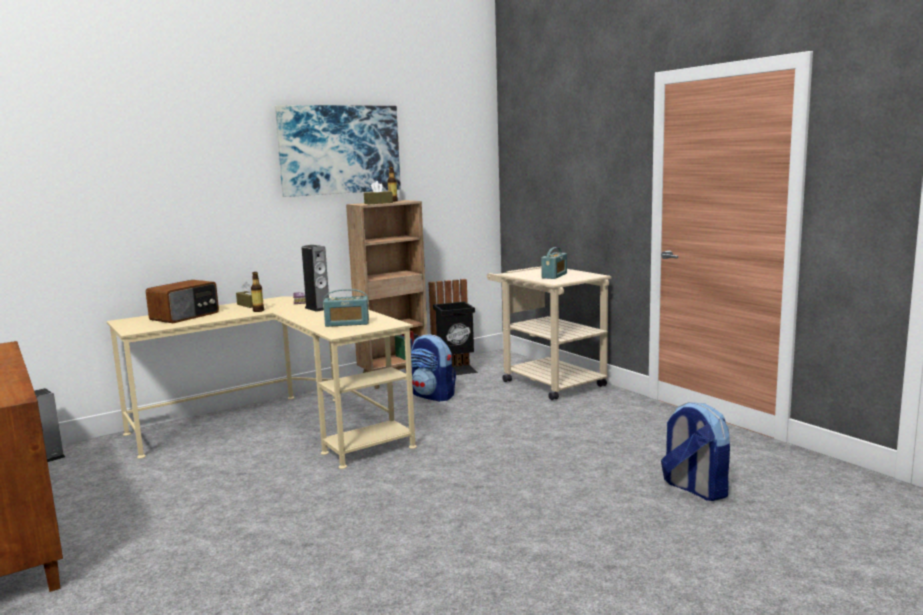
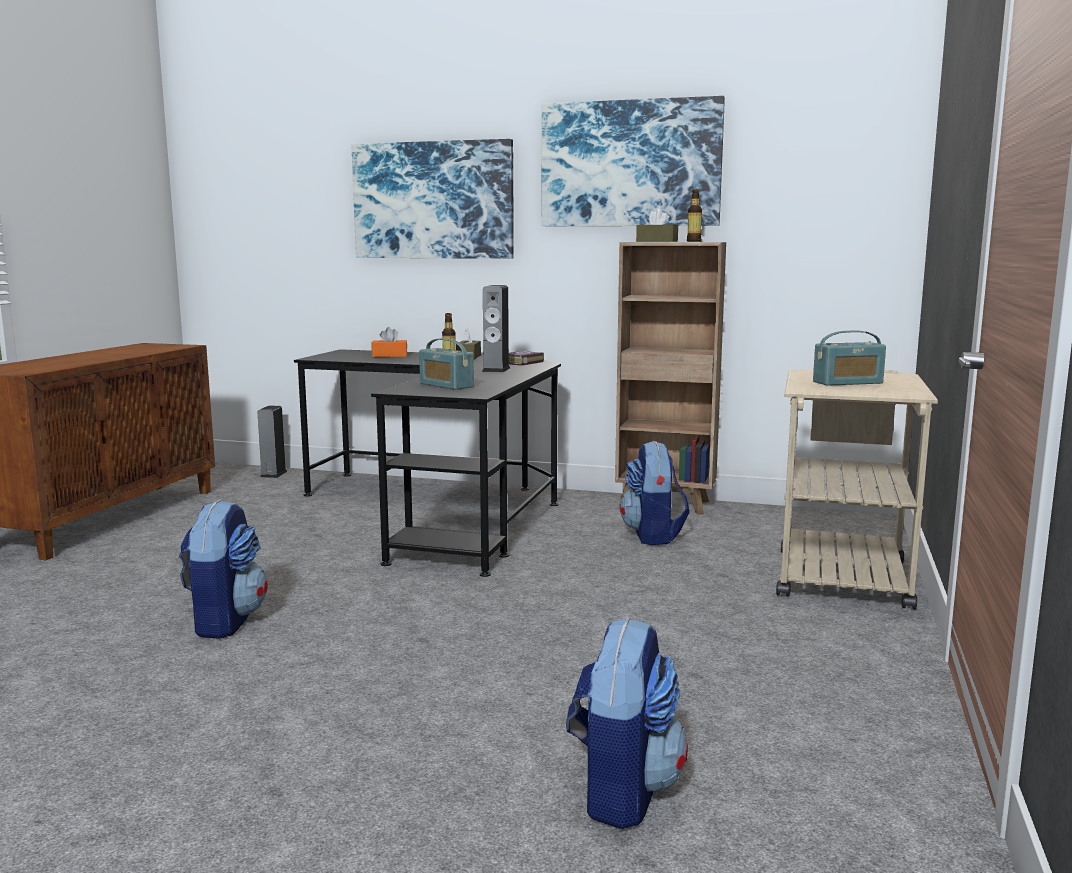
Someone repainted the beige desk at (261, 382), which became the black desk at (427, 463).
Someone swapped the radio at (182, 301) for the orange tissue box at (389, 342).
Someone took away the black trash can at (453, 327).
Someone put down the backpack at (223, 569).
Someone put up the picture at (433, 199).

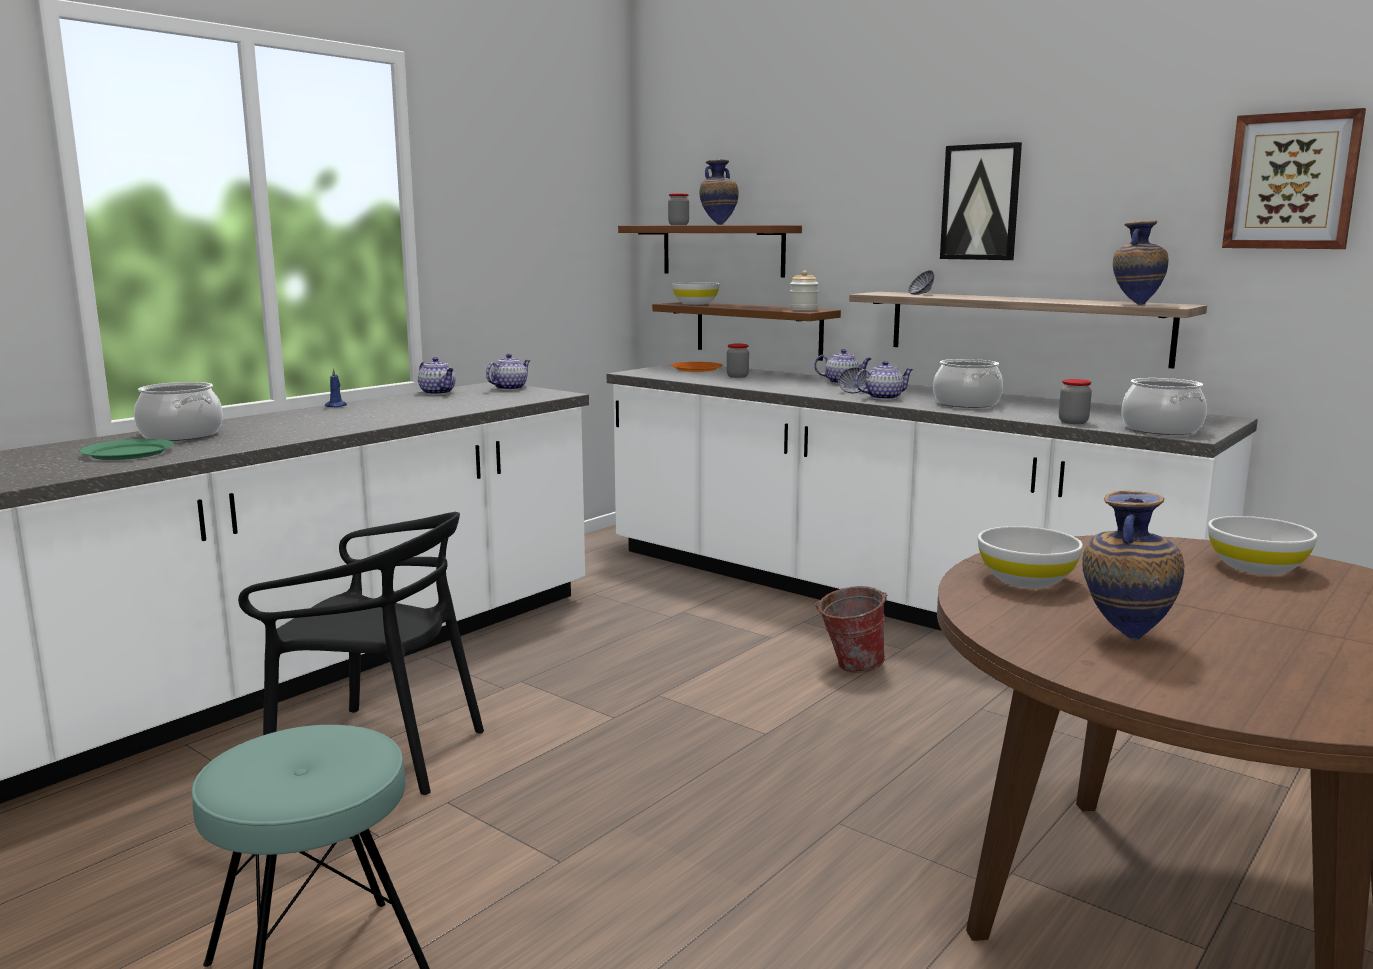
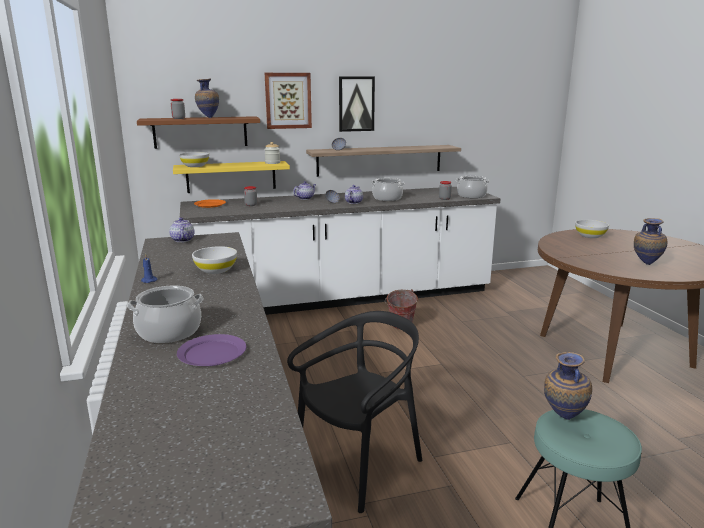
Someone repainted the green plate at (126, 449), which became the purple plate at (211, 350).
Someone took away the teapot at (436, 376).
Someone repainted the brown shelf at (746, 331), which became the yellow shelf at (231, 177).
Someone carried the white bowl from (1030, 557) to (214, 260).
Someone carried the vase from (1140, 262) to (568, 386).
Someone carried the picture from (1294, 178) to (288, 101).

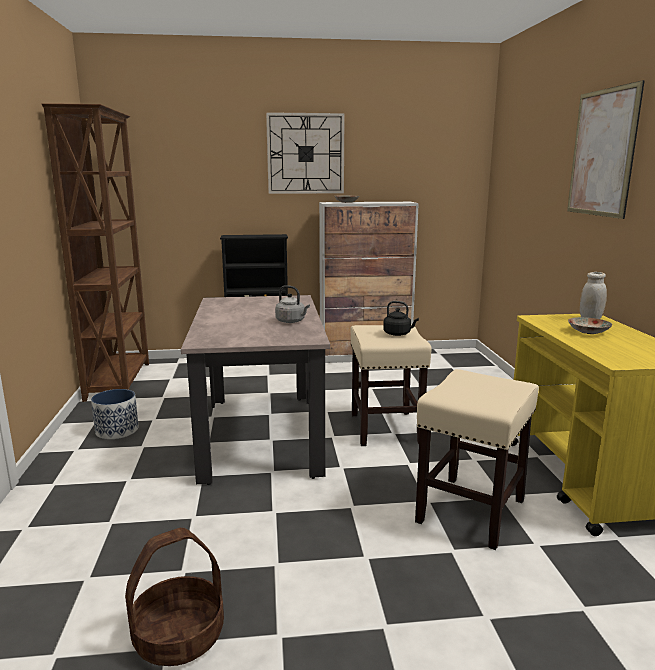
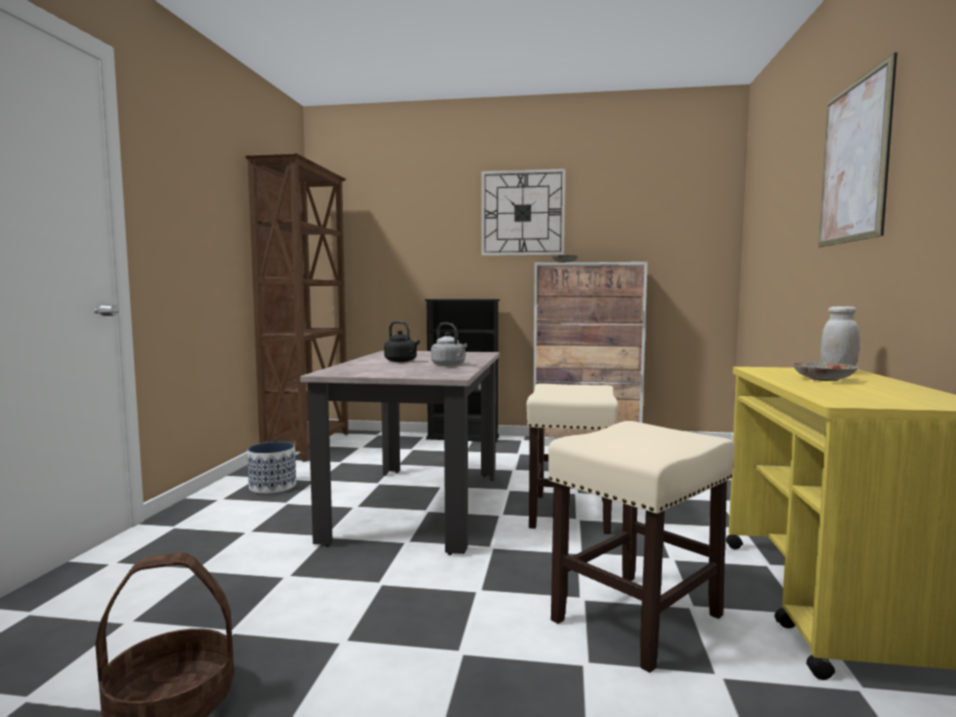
Someone carried the black kettle from (401, 318) to (402, 341).

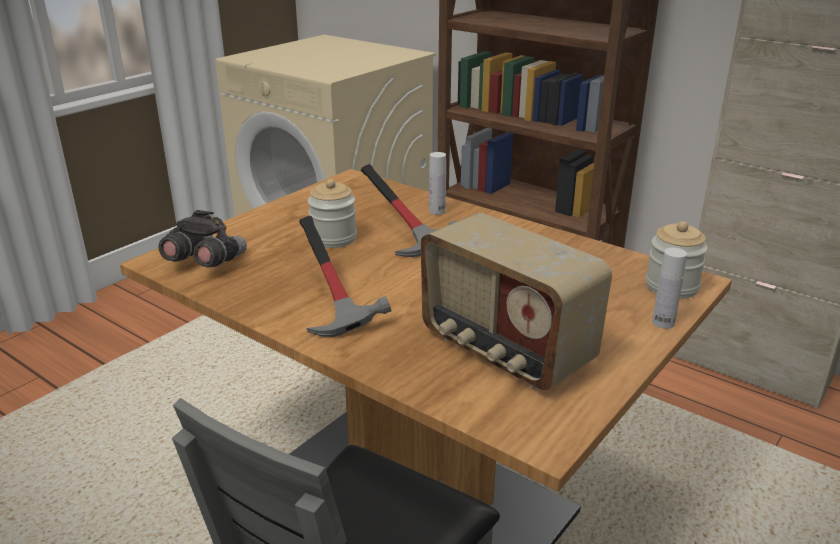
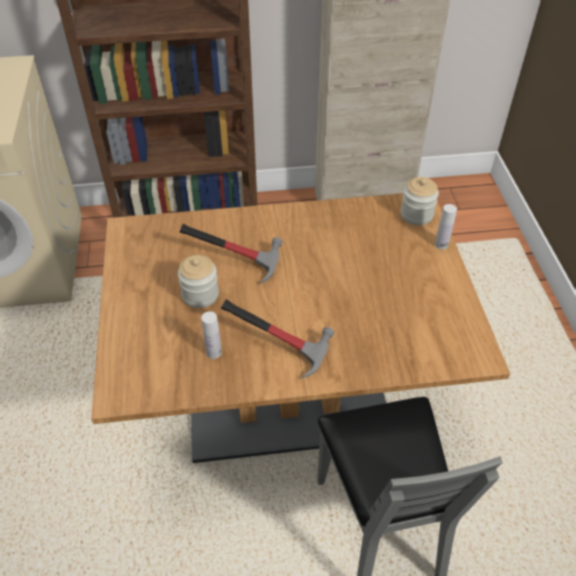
Someone took away the grey binoculars at (202, 239).
Someone took away the radio at (516, 302).
Someone carried the white bottle from (437, 183) to (211, 335).

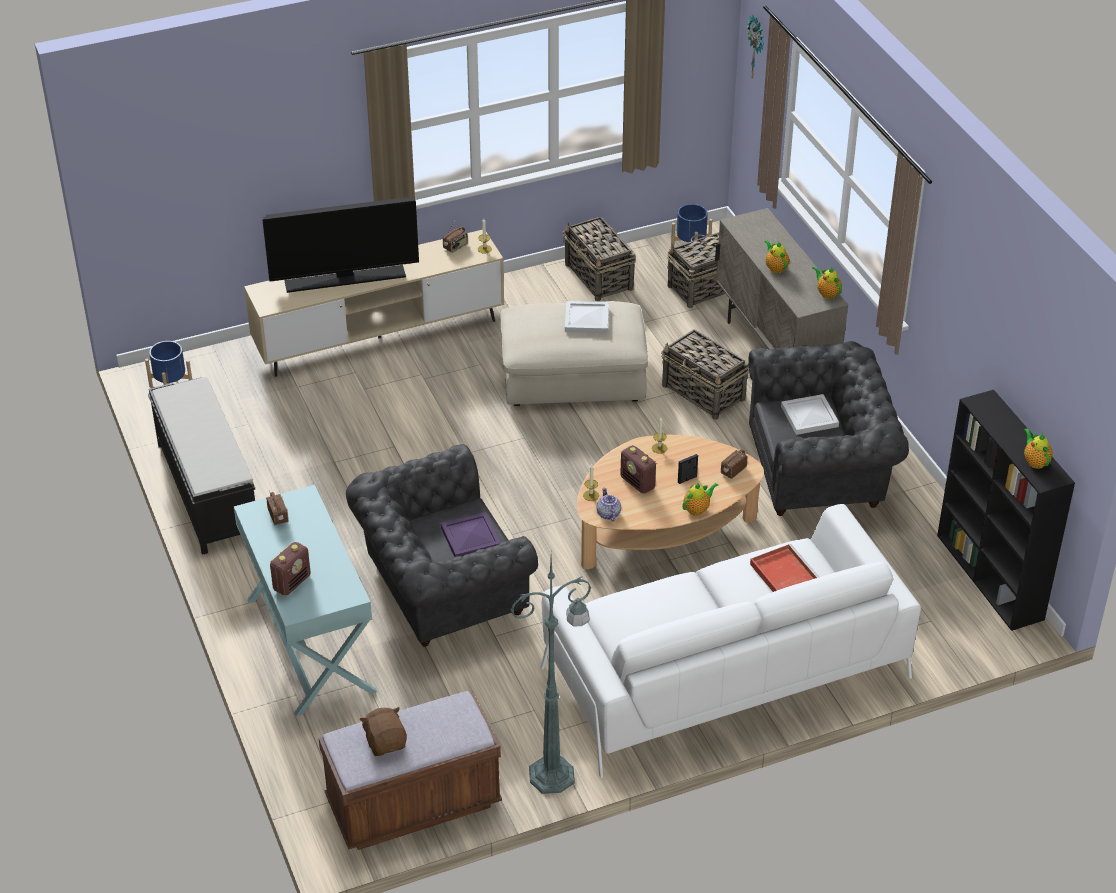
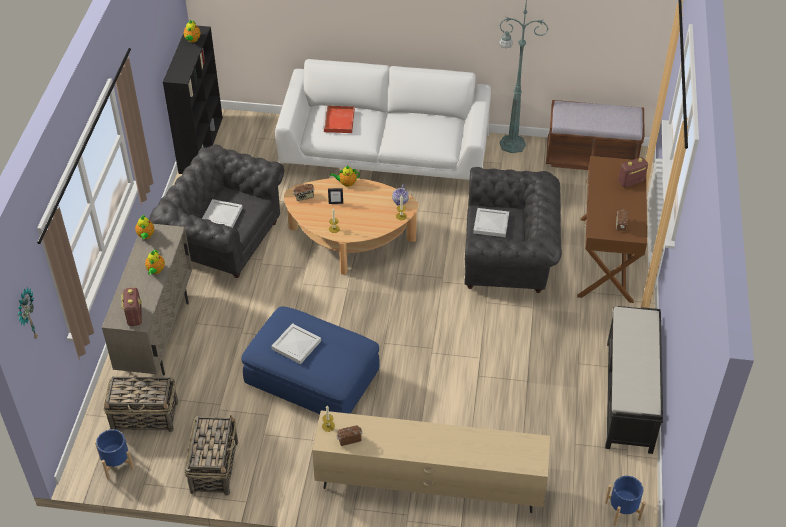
Someone repainted the turquoise console table at (305, 600), which became the brown console table at (612, 229).
Someone took away the television at (341, 245).
Someone took away the brown plush toy at (383, 731).
Someone repainted the purple tray at (471, 534), which became the white tray at (491, 222).
Someone repainted the beige ottoman at (574, 353), which became the blue ottoman at (310, 360).
Someone carried the radio from (638, 469) to (132, 306).
Someone took away the basket at (705, 374).

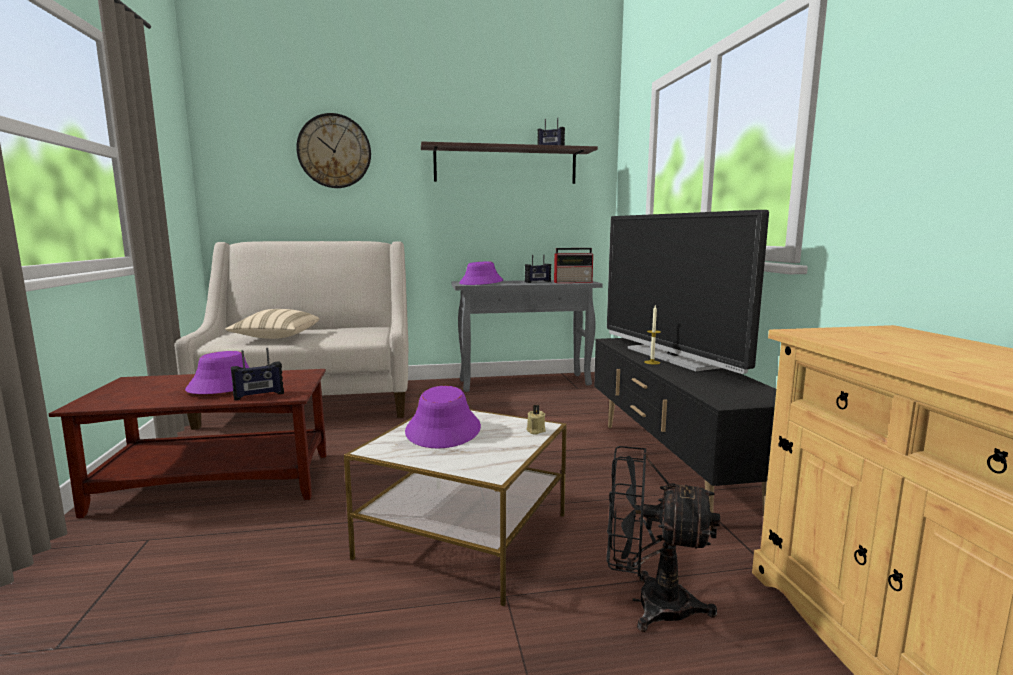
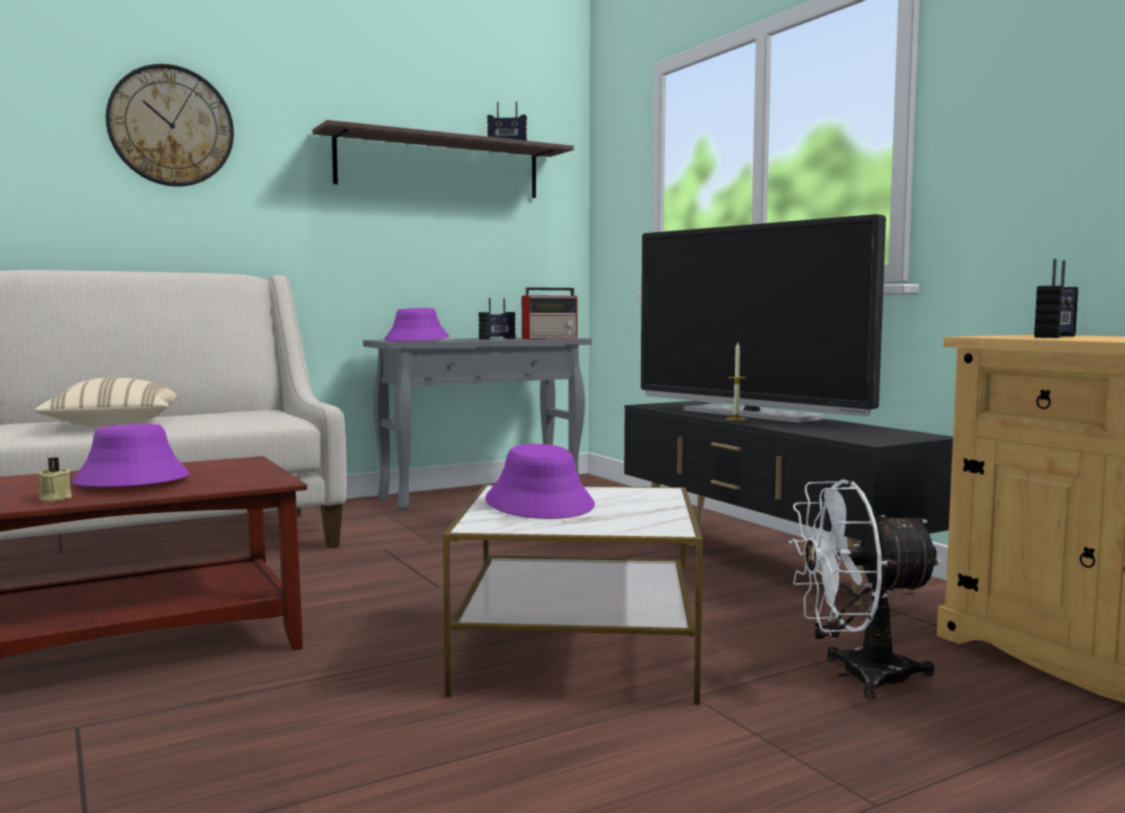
Someone carried the radio from (257, 374) to (1056, 298).
Someone carried the beige candle from (536, 420) to (55, 479).
Someone repainted the black fan at (663, 539), which became the white fan at (866, 589).

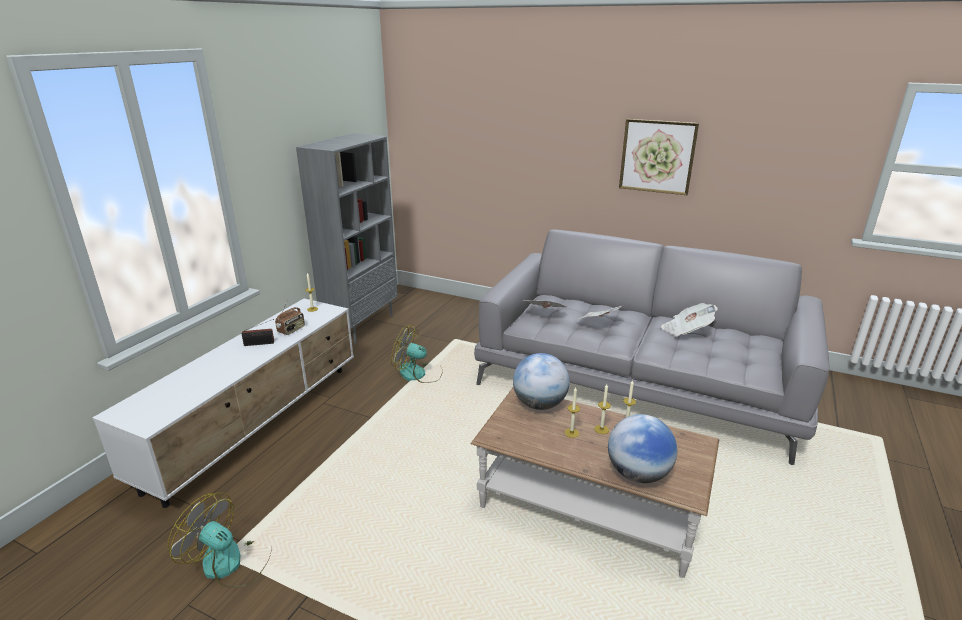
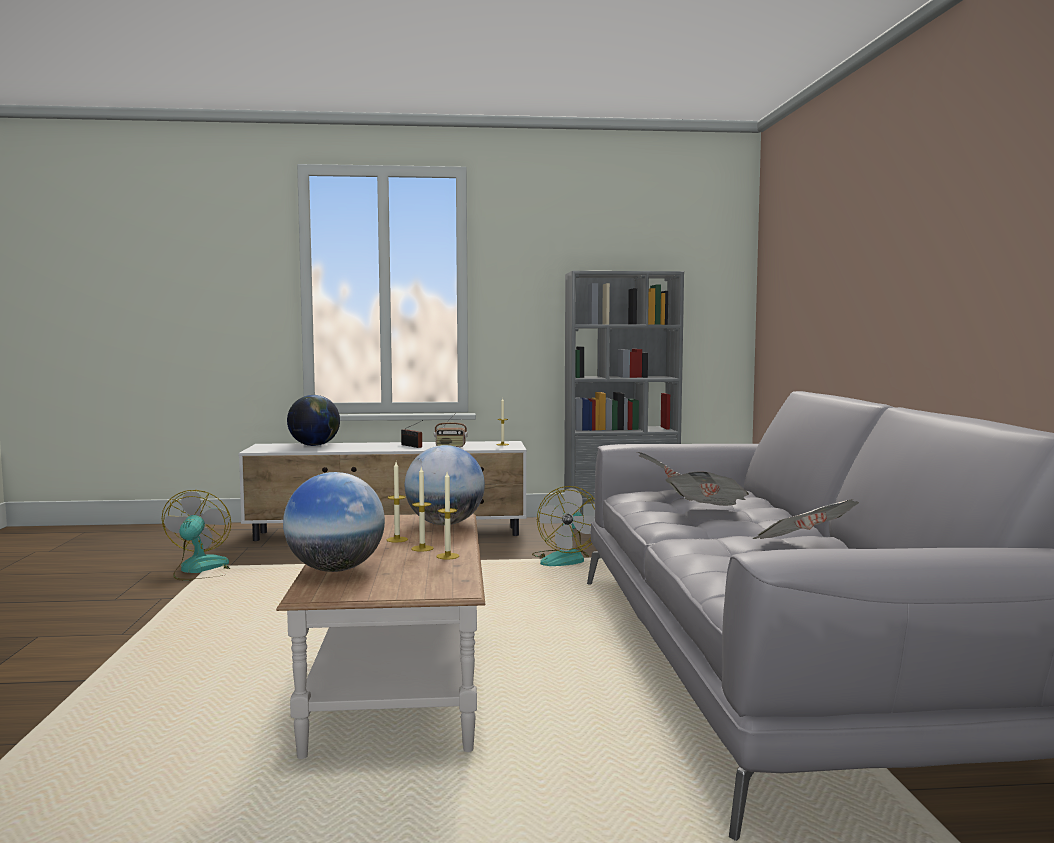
Someone rotated the fan at (416, 354) by 150 degrees counterclockwise.
Someone took away the picture at (659, 157).
Someone put down the globe at (313, 420).

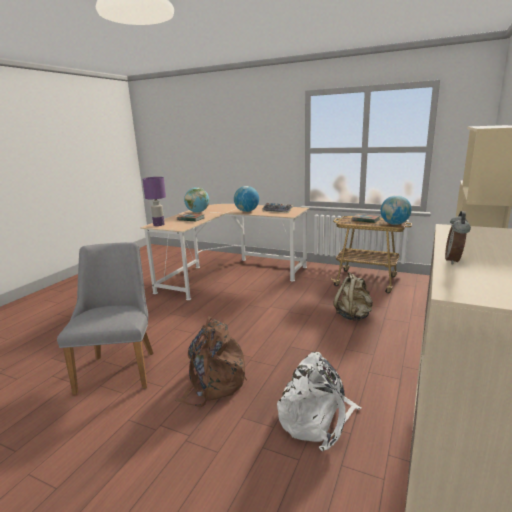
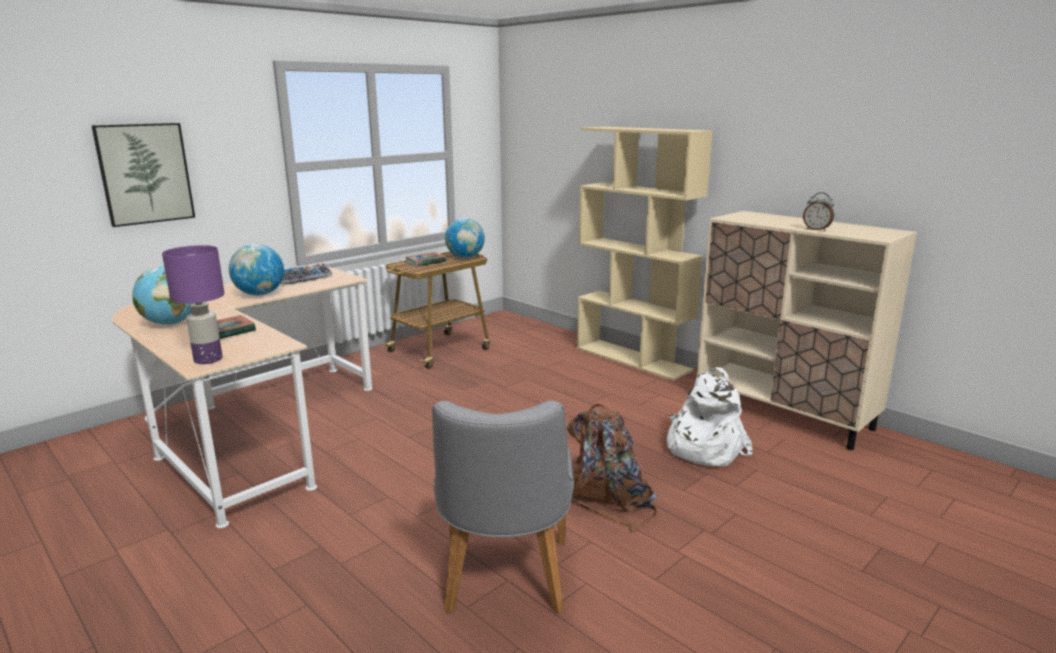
Someone rotated the grey chair at (105, 318) by 105 degrees counterclockwise.
Someone took away the beige backpack at (353, 296).
Someone put up the picture at (143, 175).

